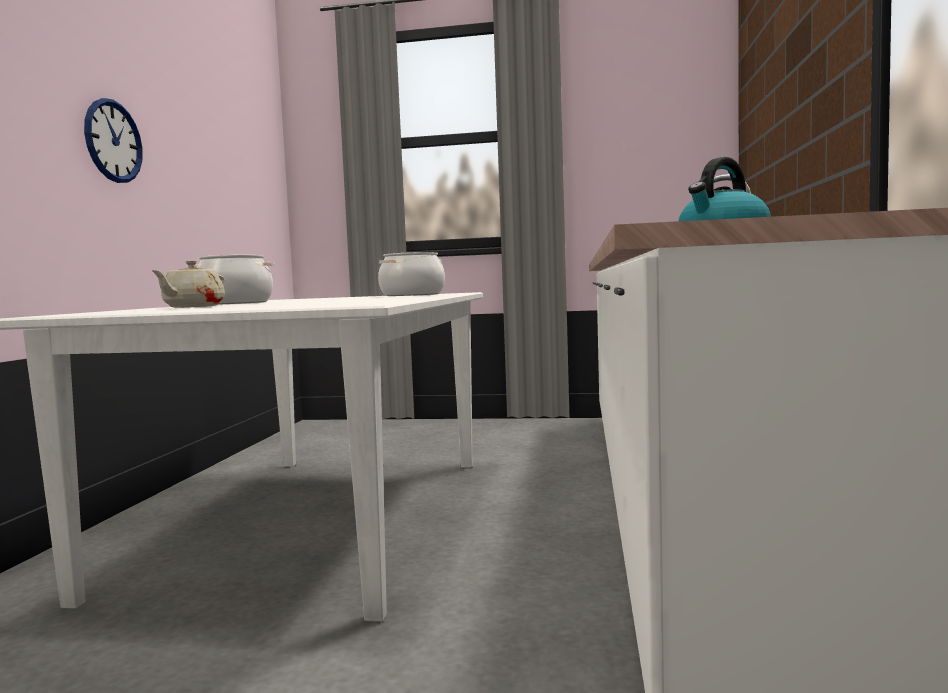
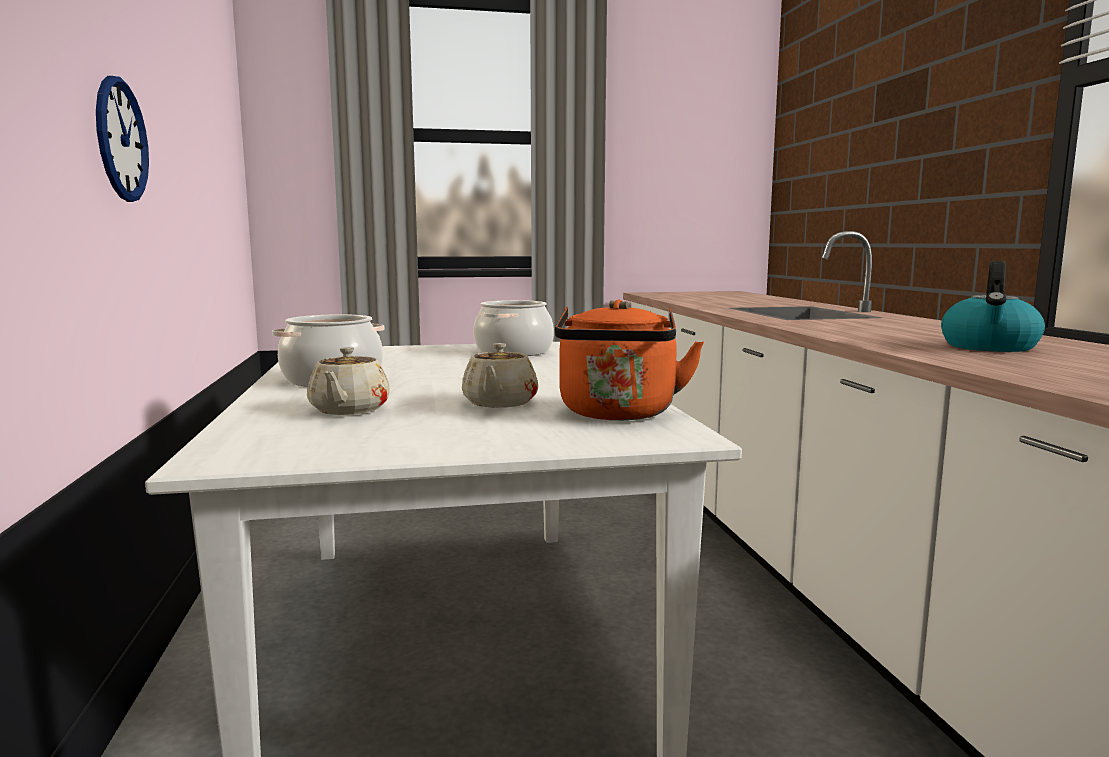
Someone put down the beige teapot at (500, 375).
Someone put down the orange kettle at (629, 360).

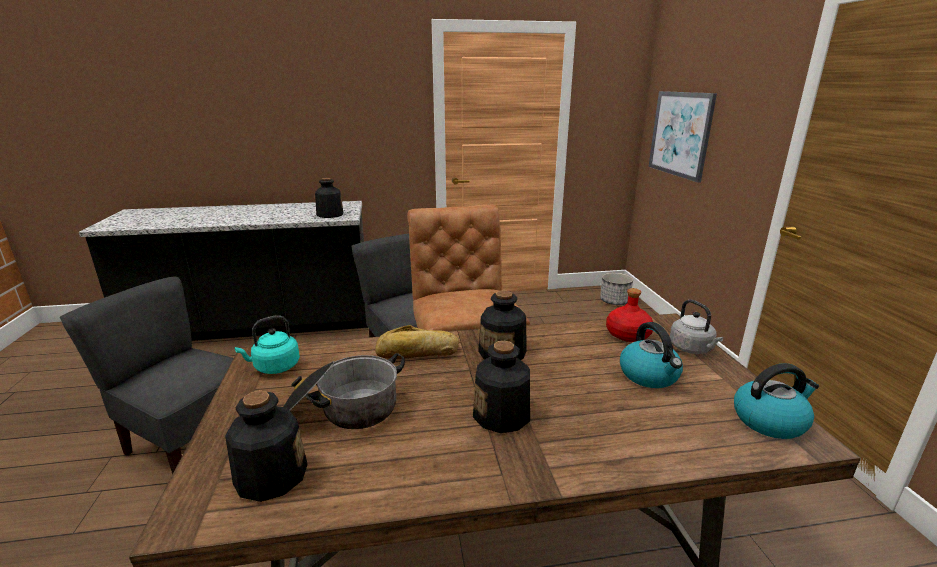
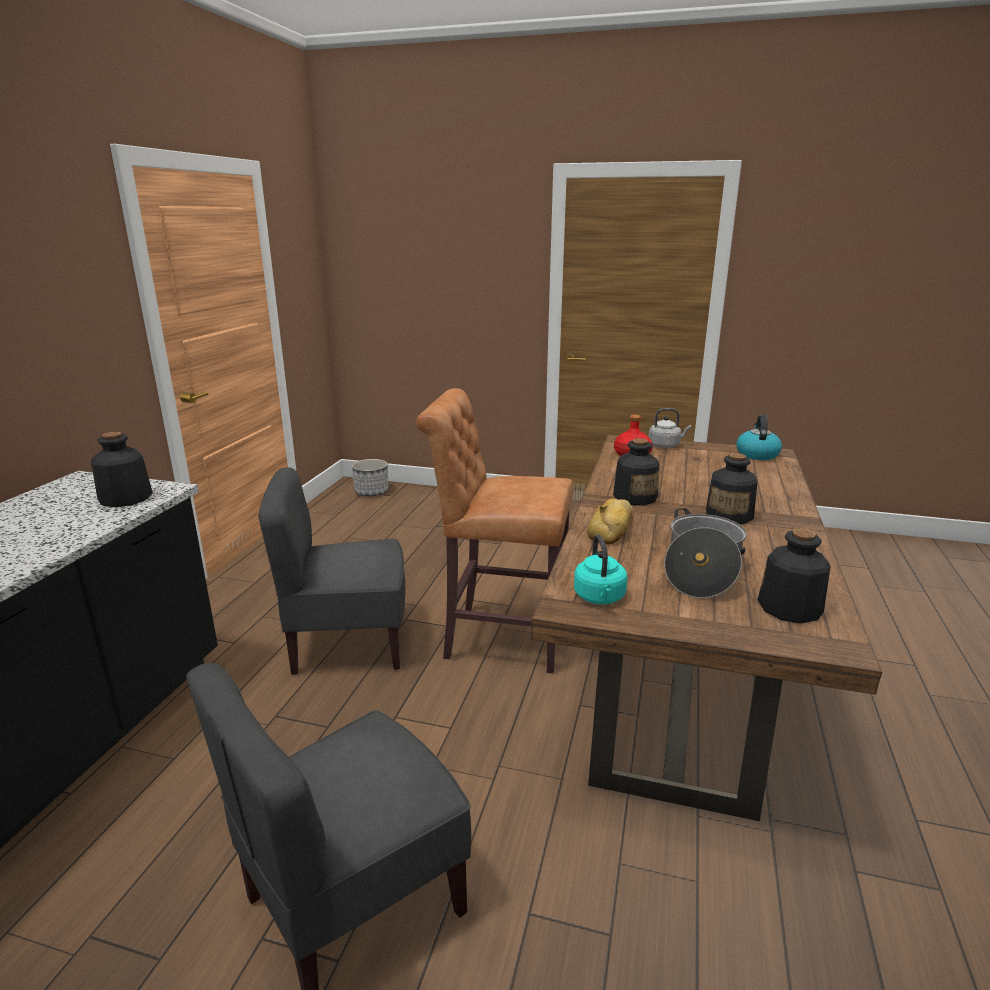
Someone took away the kettle at (651, 355).
Someone took away the picture at (683, 137).

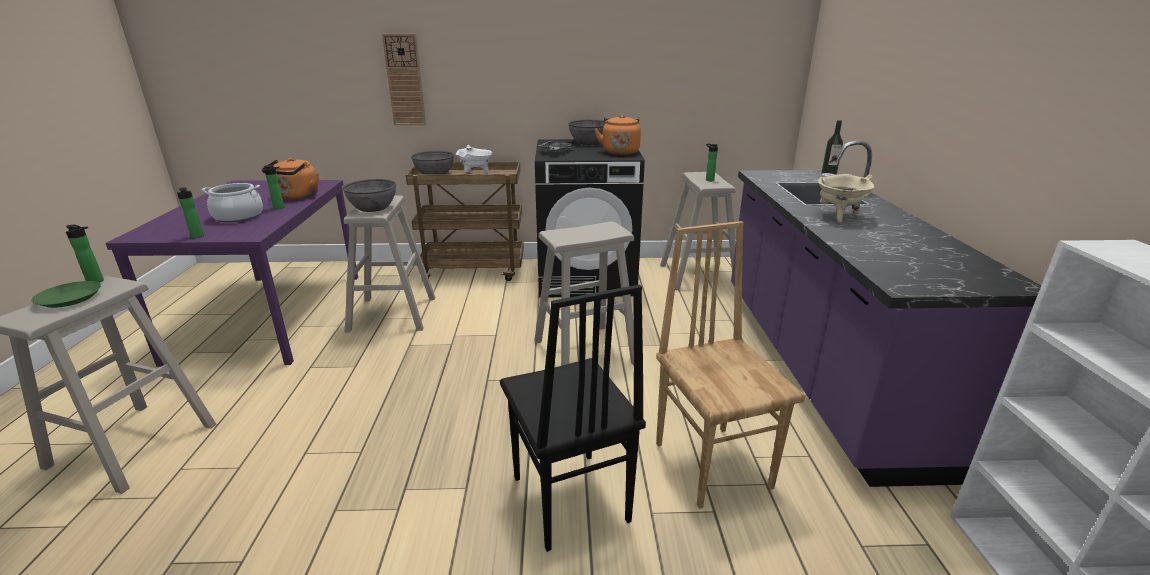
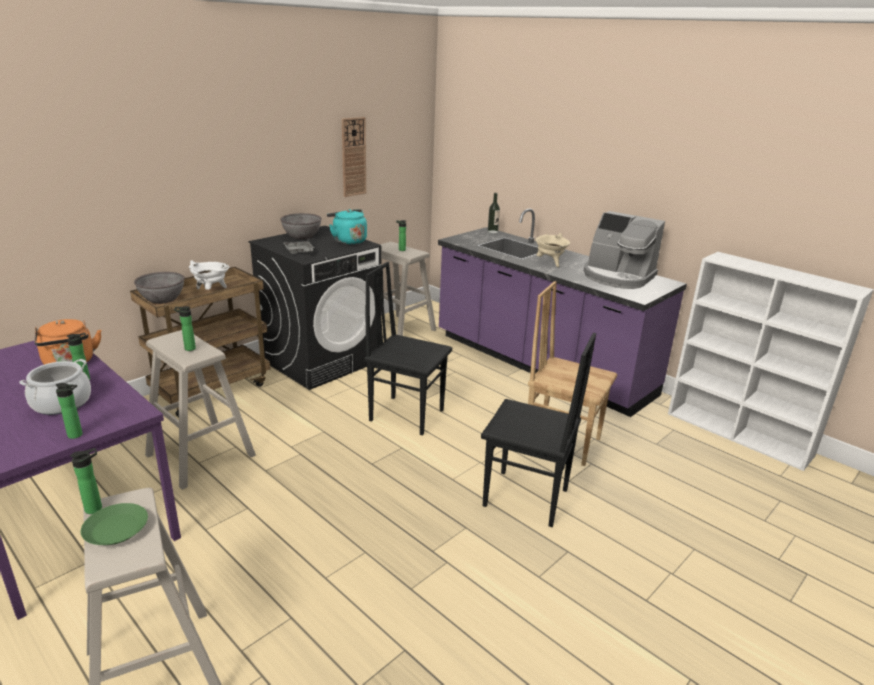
Someone swapped the grey bowl at (369, 195) for the bottle at (185, 328).
Someone carried the wall clock from (404, 79) to (354, 157).
Someone swapped the beige stool at (584, 294) for the black chair at (408, 349).
Someone repainted the orange kettle at (617, 135), which became the turquoise kettle at (347, 227).
Someone put down the coffee machine at (624, 250).

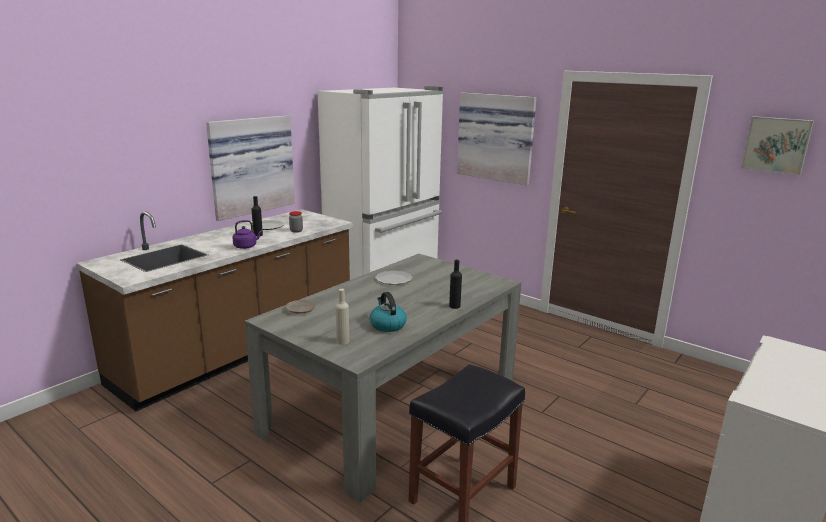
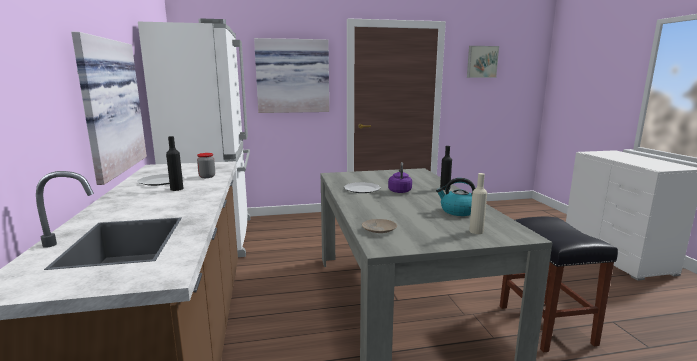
Someone carried the purple kettle from (247, 234) to (400, 177).

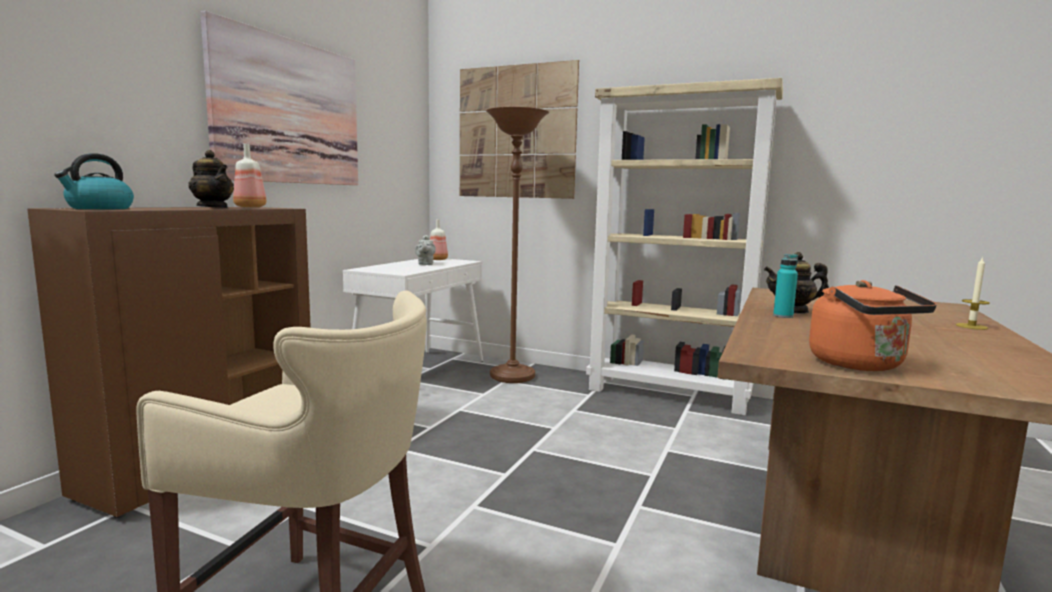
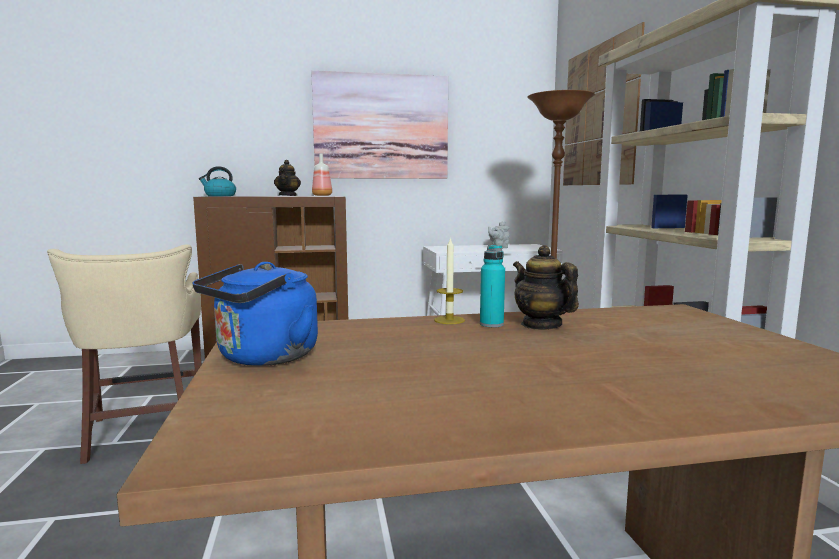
Someone took away the bottle at (439, 239).
Someone repainted the orange kettle at (873, 325), which became the blue kettle at (255, 314).
Someone carried the candle from (973, 293) to (449, 280).

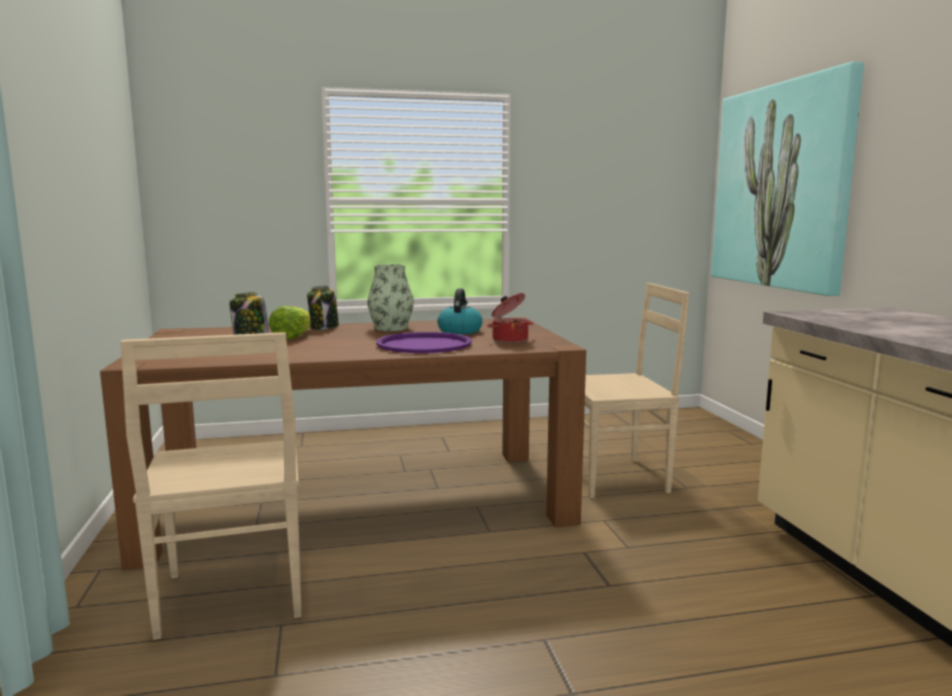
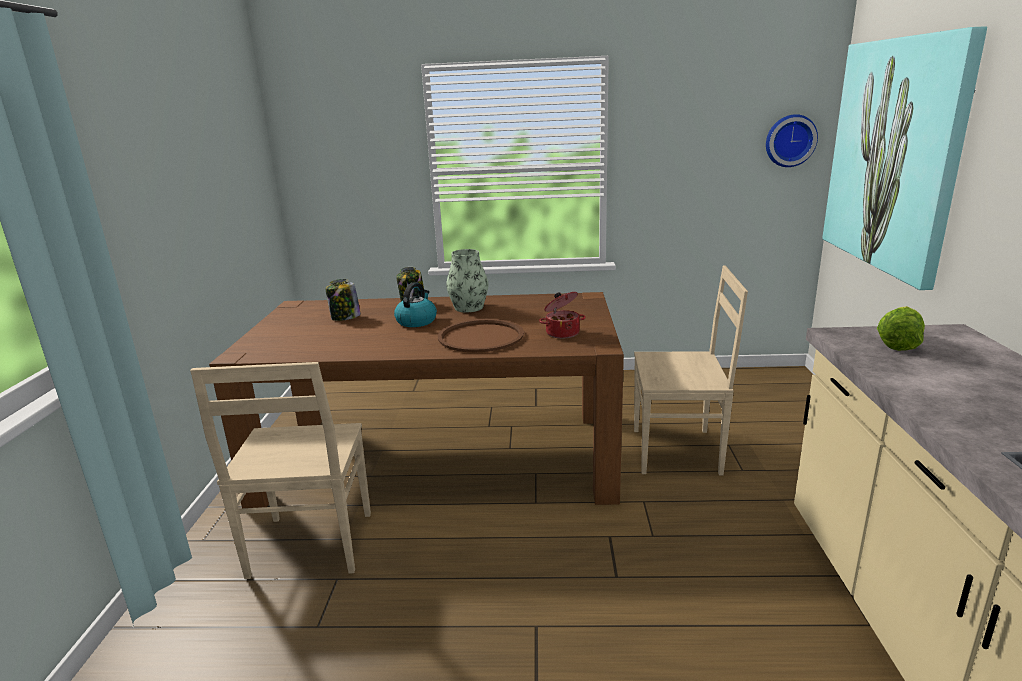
Someone carried the lettuce from (290, 323) to (901, 328).
Someone repainted the purple tray at (424, 342), which became the brown tray at (481, 335).
Someone carried the kettle from (459, 312) to (415, 304).
Someone put up the wall clock at (792, 140).

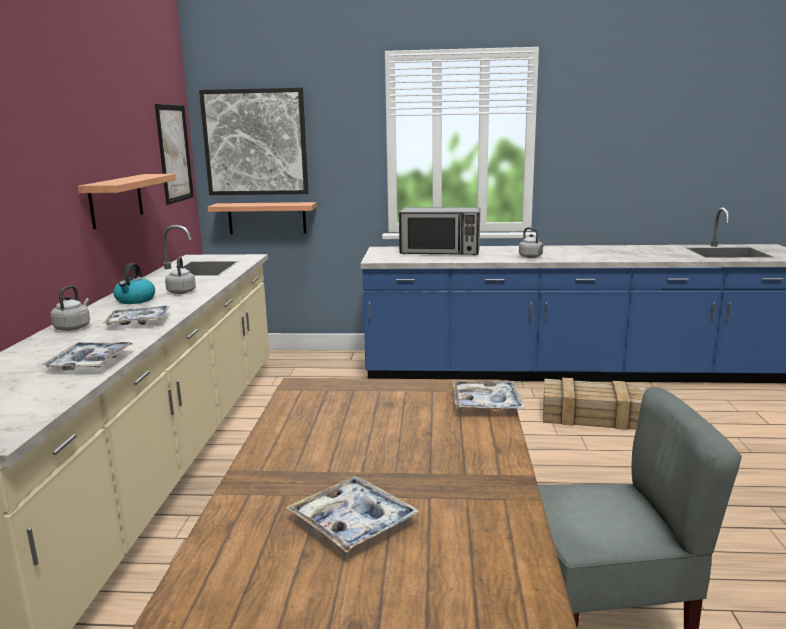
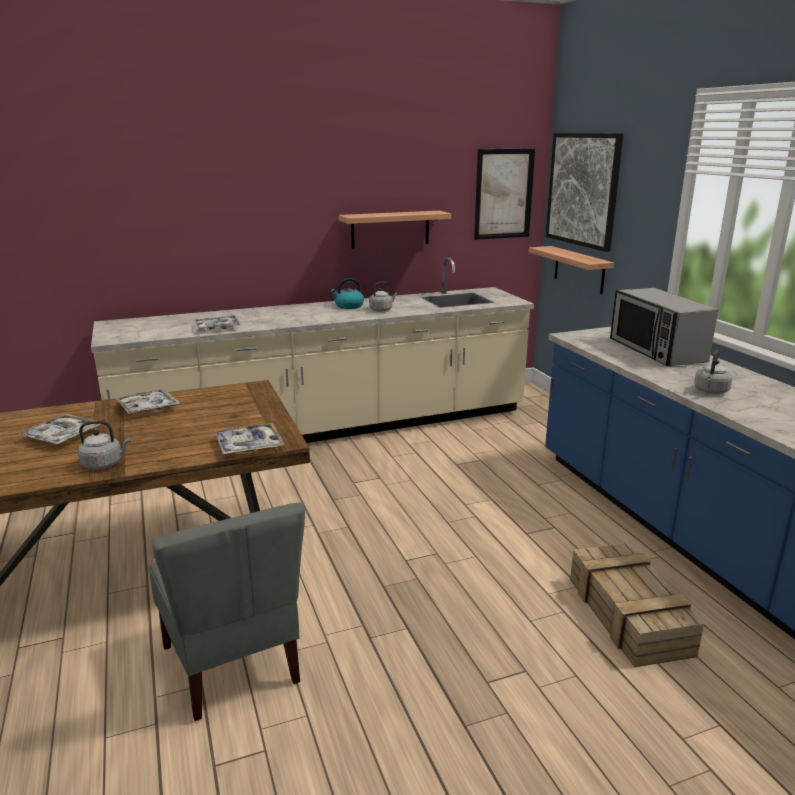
Someone carried the grey kettle from (70, 308) to (104, 445).
Someone carried the tray from (136, 315) to (147, 401).

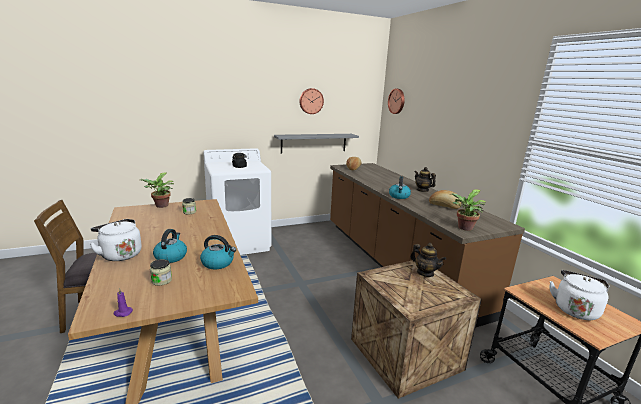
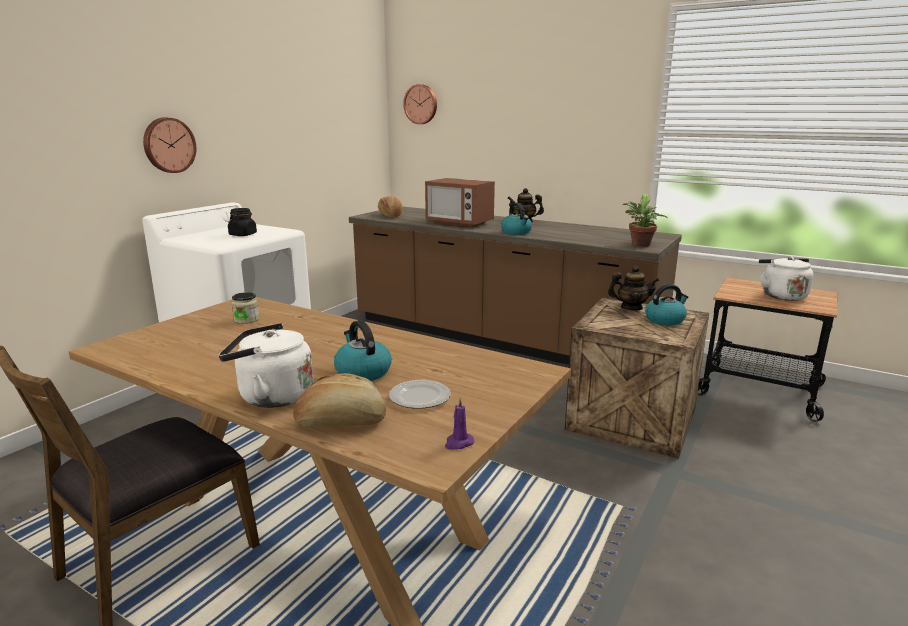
Someone took away the potted plant at (157, 190).
Someone swapped the jar at (161, 272) for the plate at (420, 394).
Someone carried the kettle from (218, 252) to (666, 304).
Someone took away the grey shelf at (316, 144).
Someone carried the wall clock from (312, 101) to (169, 145).
Someone carried the bread from (445, 199) to (339, 400).
Someone put down the microwave at (460, 202).

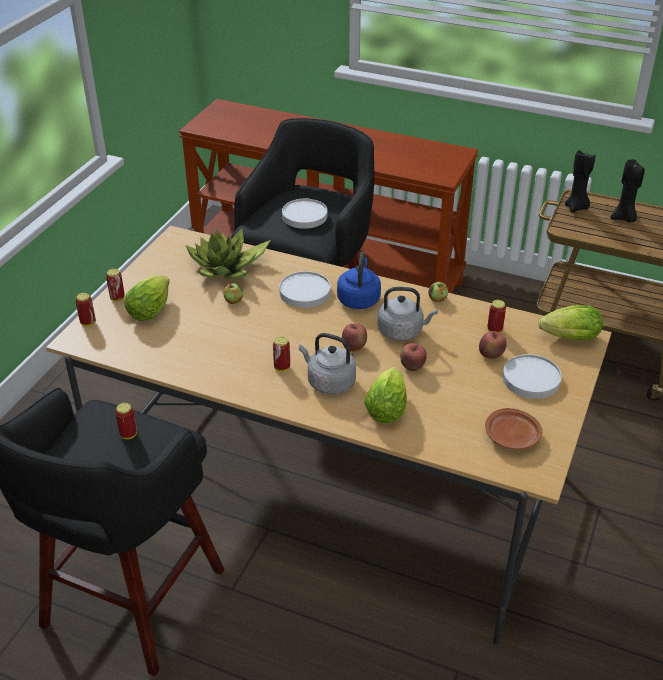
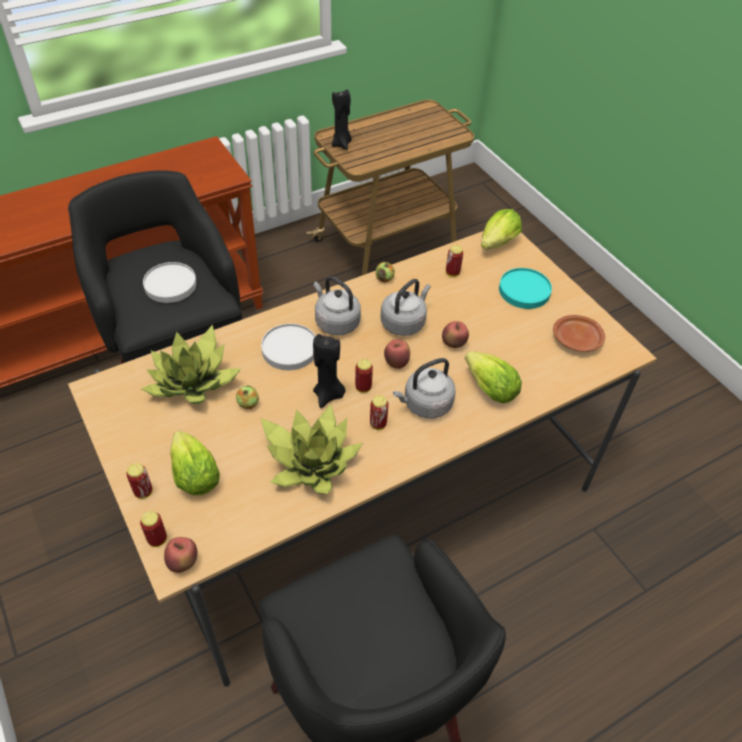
Someone carried the can from (126, 421) to (364, 376).
Someone repainted the blue kettle at (359, 280), which became the grey kettle at (337, 305).
Someone carried the apple from (493, 345) to (180, 555).
Someone repainted the white plate at (532, 376), which became the turquoise plate at (525, 288).
Someone carried the black candle from (627, 190) to (329, 371).
Someone put down the potted plant at (312, 449).

